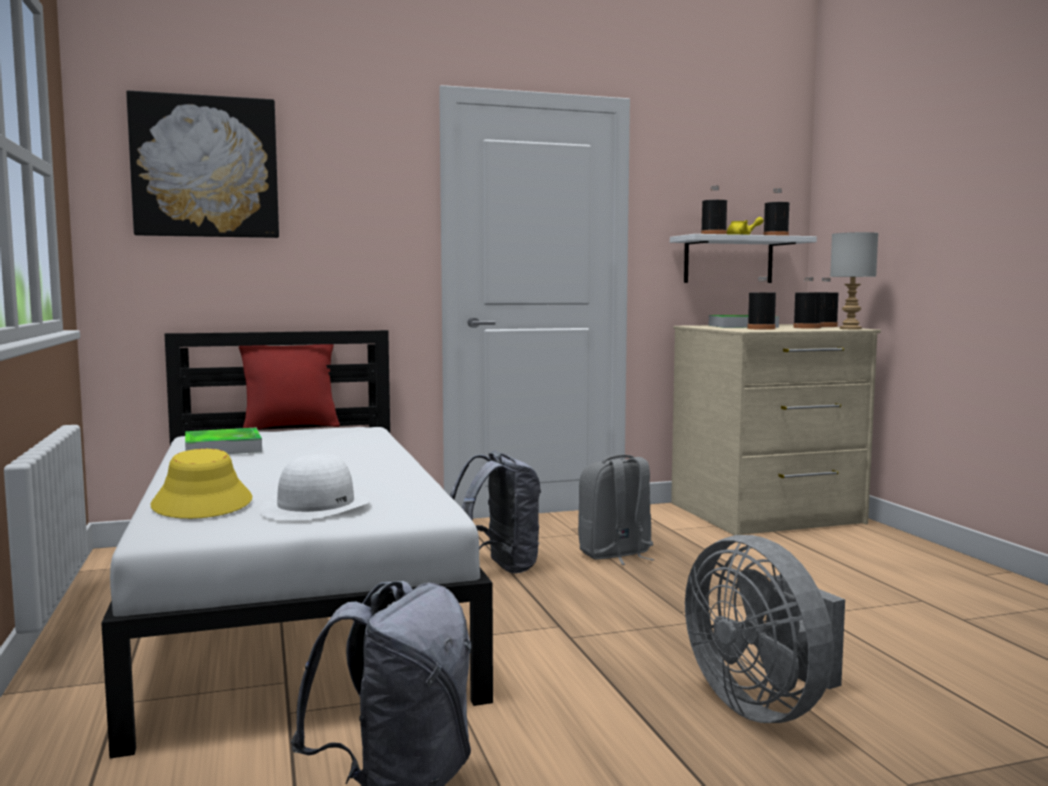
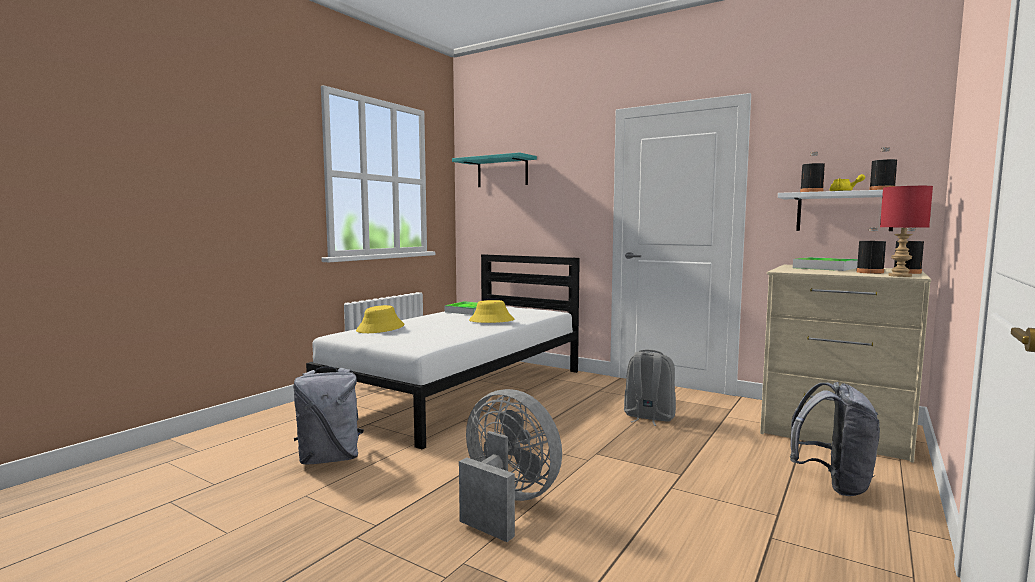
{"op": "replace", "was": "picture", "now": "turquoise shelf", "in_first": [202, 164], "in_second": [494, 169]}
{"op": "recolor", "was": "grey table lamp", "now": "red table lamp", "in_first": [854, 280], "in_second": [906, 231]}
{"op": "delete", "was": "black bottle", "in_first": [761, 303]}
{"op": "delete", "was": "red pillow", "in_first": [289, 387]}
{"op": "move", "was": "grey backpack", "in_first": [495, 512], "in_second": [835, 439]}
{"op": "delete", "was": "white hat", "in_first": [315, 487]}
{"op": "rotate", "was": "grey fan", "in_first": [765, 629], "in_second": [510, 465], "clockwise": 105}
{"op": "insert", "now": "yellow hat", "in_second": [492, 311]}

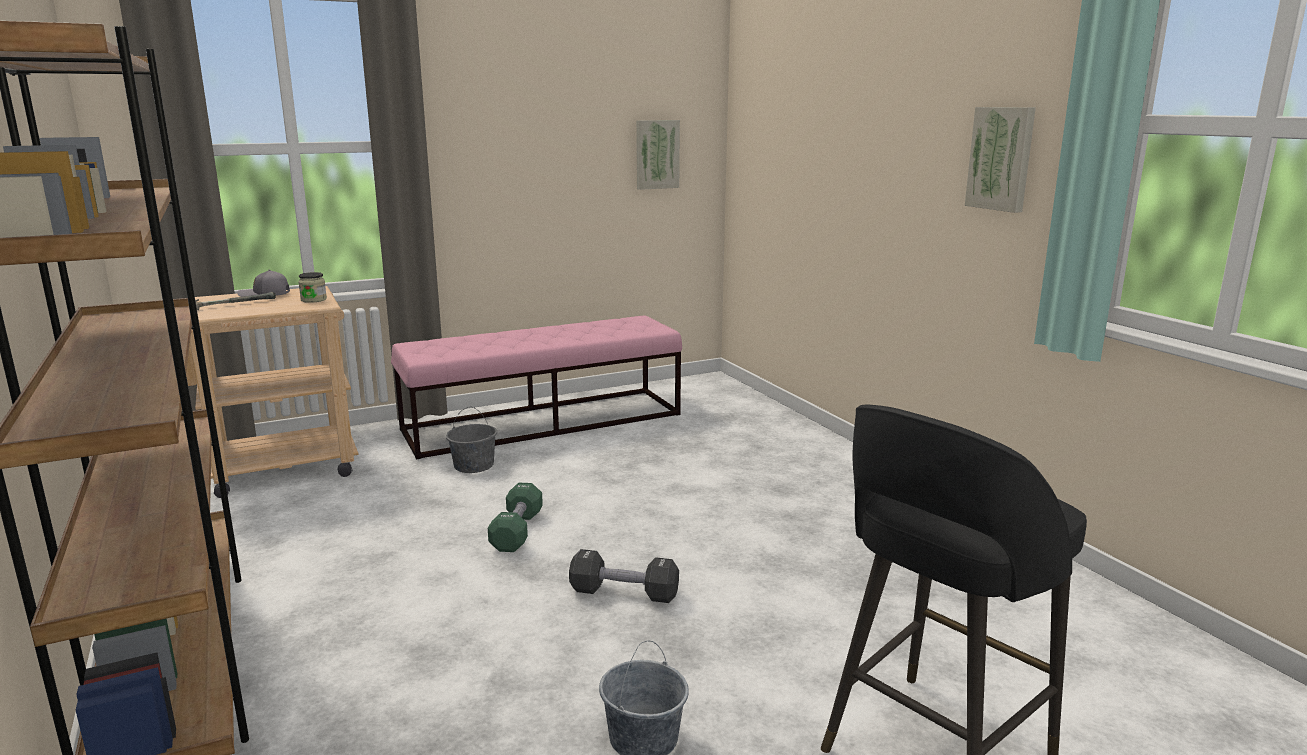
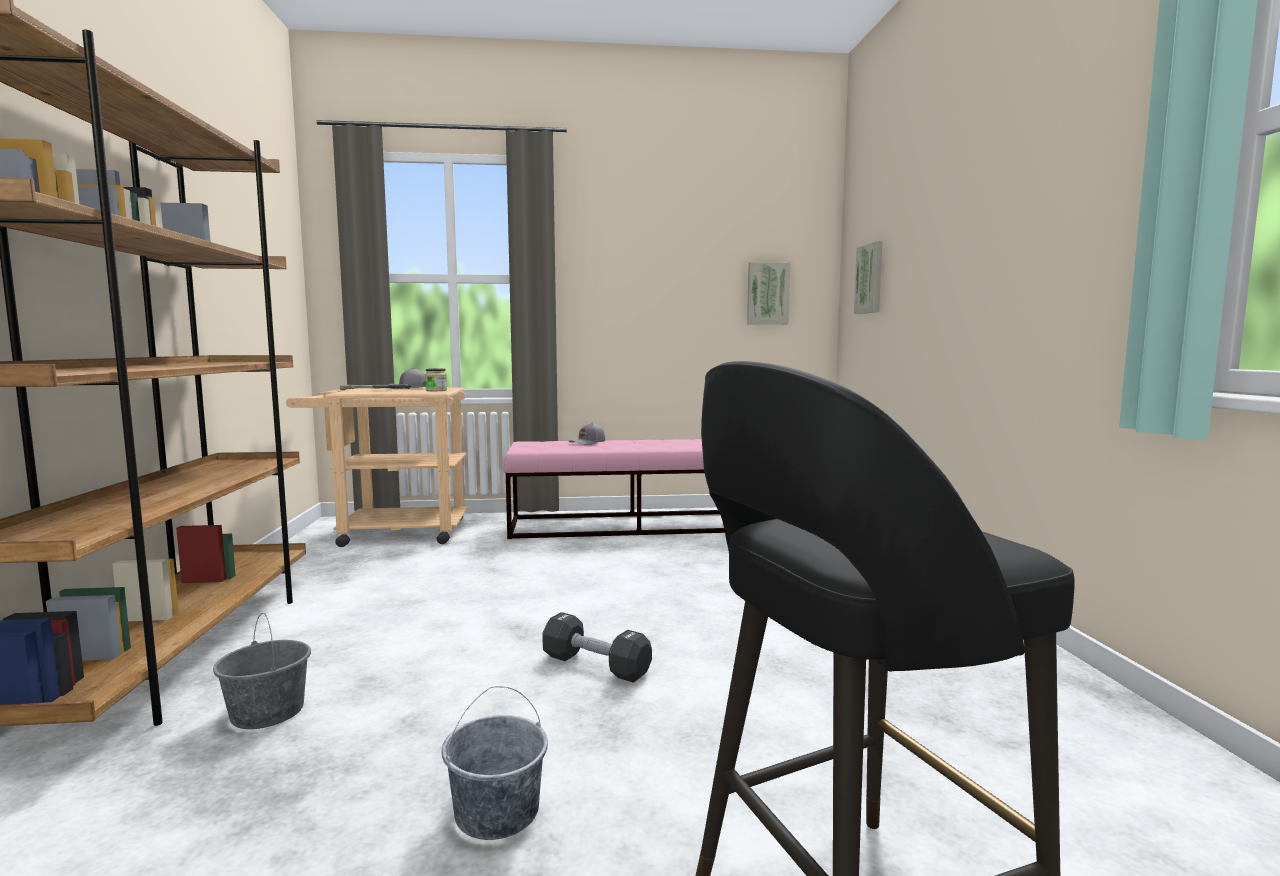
{"op": "move", "was": "picture", "in_first": [1000, 160], "in_second": [868, 277]}
{"op": "move", "was": "grey bucket", "in_first": [471, 440], "in_second": [262, 671]}
{"op": "delete", "was": "green dumbbell", "in_first": [515, 517]}
{"op": "insert", "now": "grey cap", "in_second": [587, 433]}

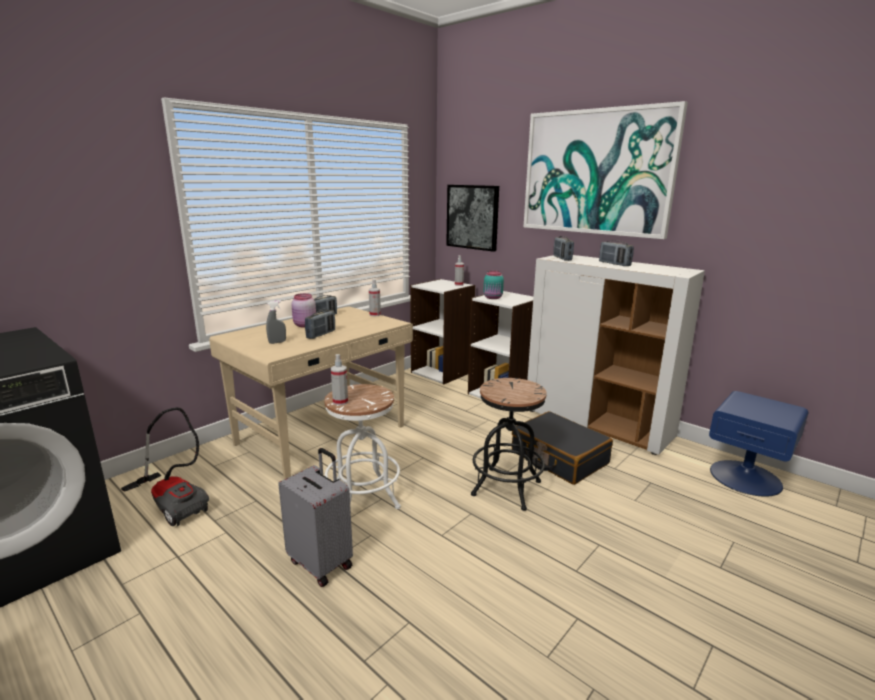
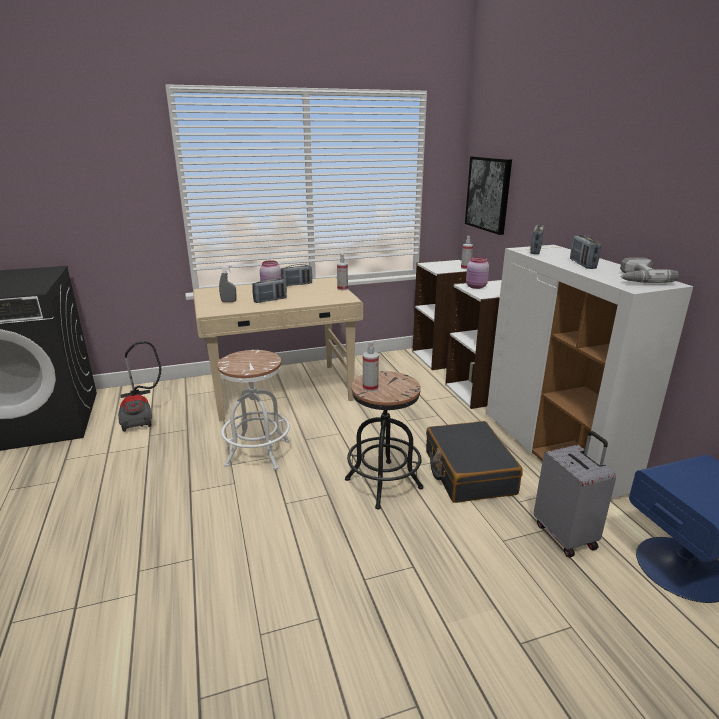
{"op": "delete", "was": "picture", "in_first": [606, 170]}
{"op": "recolor", "was": "turquoise jar", "now": "pink jar", "in_first": [493, 285], "in_second": [477, 273]}
{"op": "move", "was": "spray bottle", "in_first": [339, 380], "in_second": [371, 366]}
{"op": "move", "was": "grey suitcase", "in_first": [315, 517], "in_second": [575, 494]}
{"op": "insert", "now": "power drill", "in_second": [649, 270]}

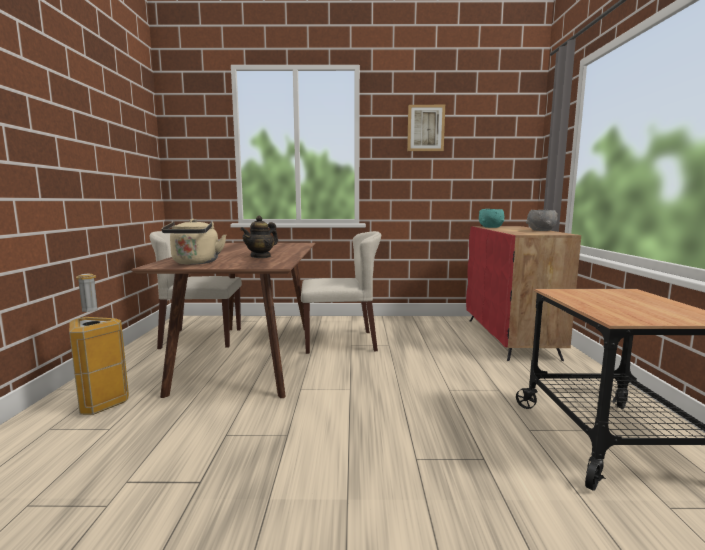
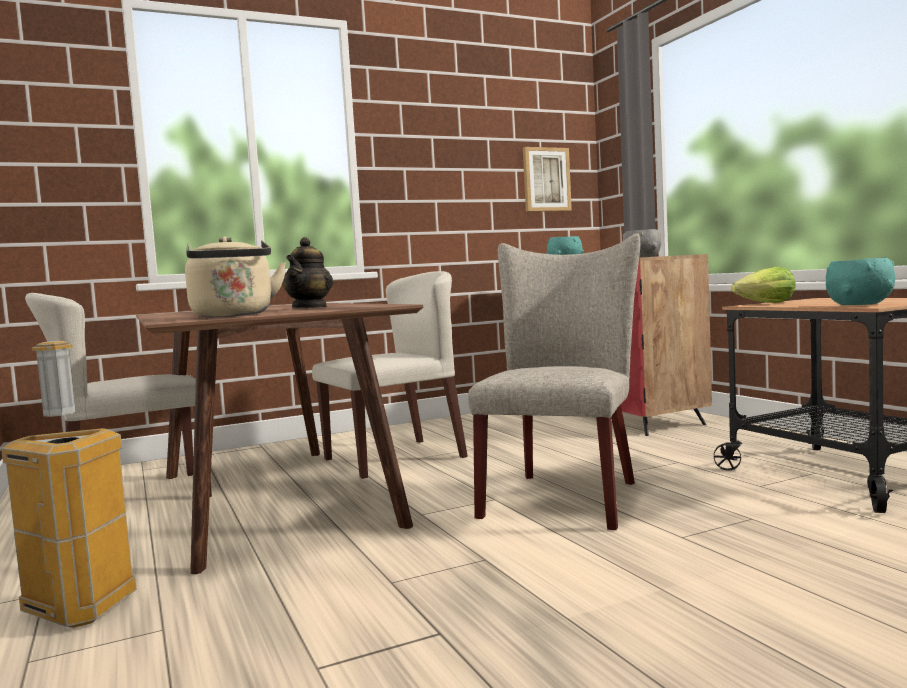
{"op": "move", "was": "picture", "in_first": [426, 128], "in_second": [547, 179]}
{"op": "insert", "now": "beige chair", "in_second": [554, 381]}
{"op": "insert", "now": "turquoise bowl", "in_second": [860, 281]}
{"op": "insert", "now": "lettuce", "in_second": [763, 285]}

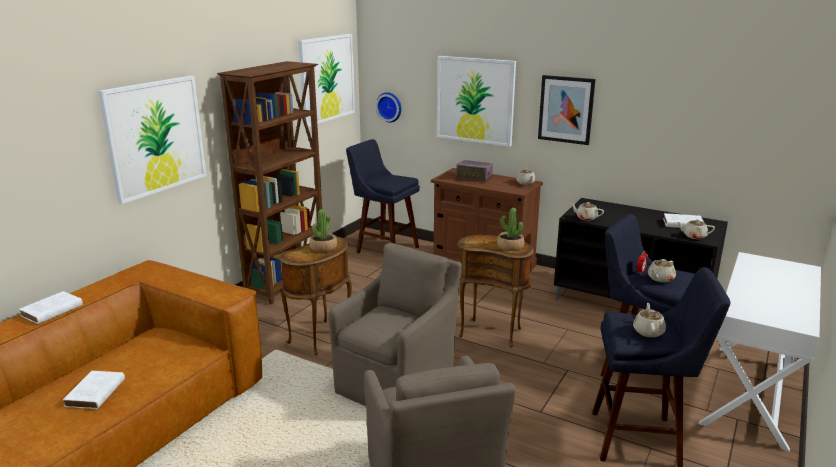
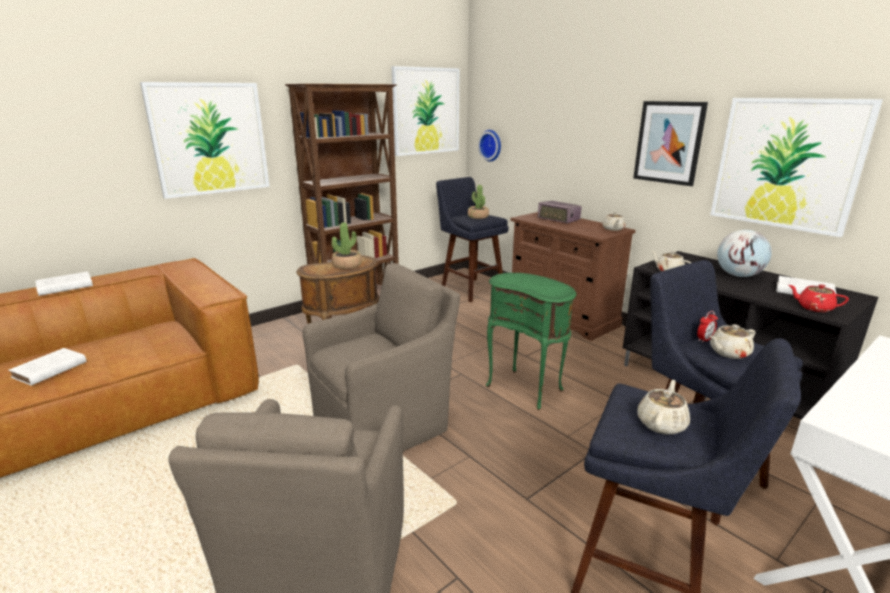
{"op": "move", "was": "picture", "in_first": [476, 101], "in_second": [796, 167]}
{"op": "move", "was": "potted plant", "in_first": [510, 229], "in_second": [478, 202]}
{"op": "recolor", "was": "beige teapot", "now": "red teapot", "in_first": [696, 229], "in_second": [819, 298]}
{"op": "recolor", "was": "brown side table", "now": "green side table", "in_first": [495, 291], "in_second": [531, 341]}
{"op": "insert", "now": "globe", "in_second": [744, 253]}

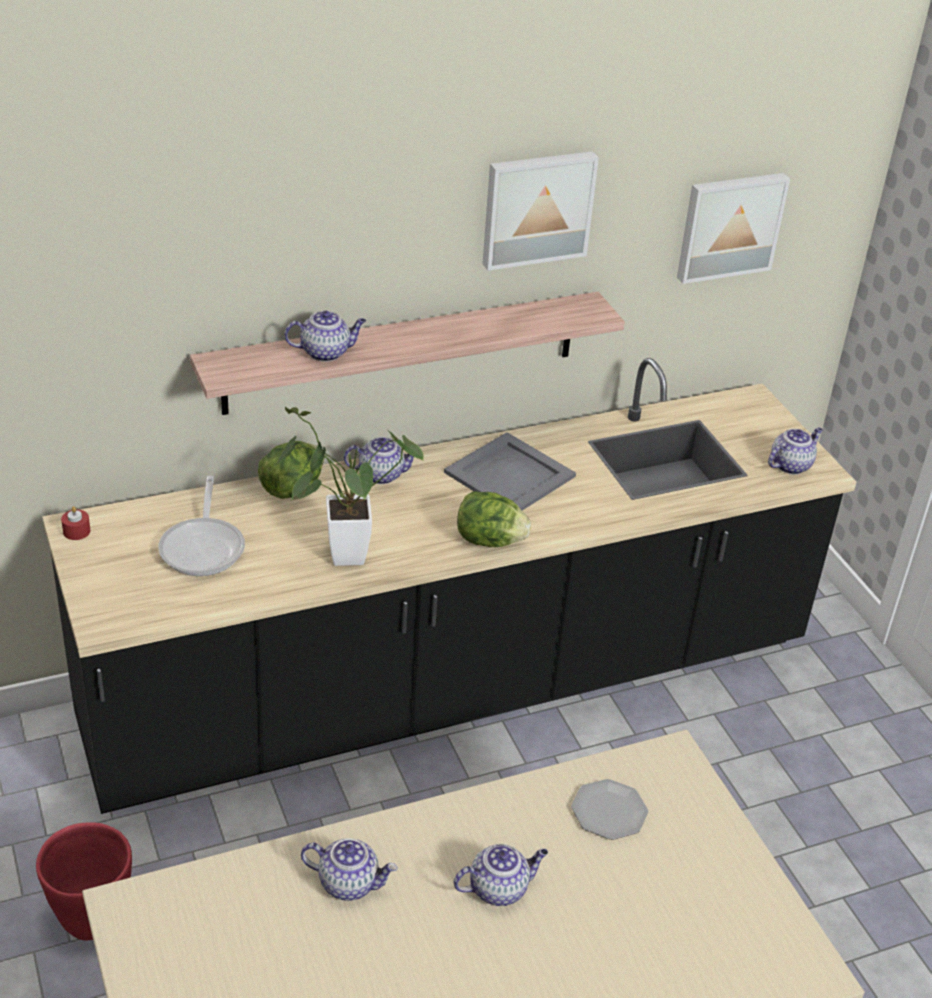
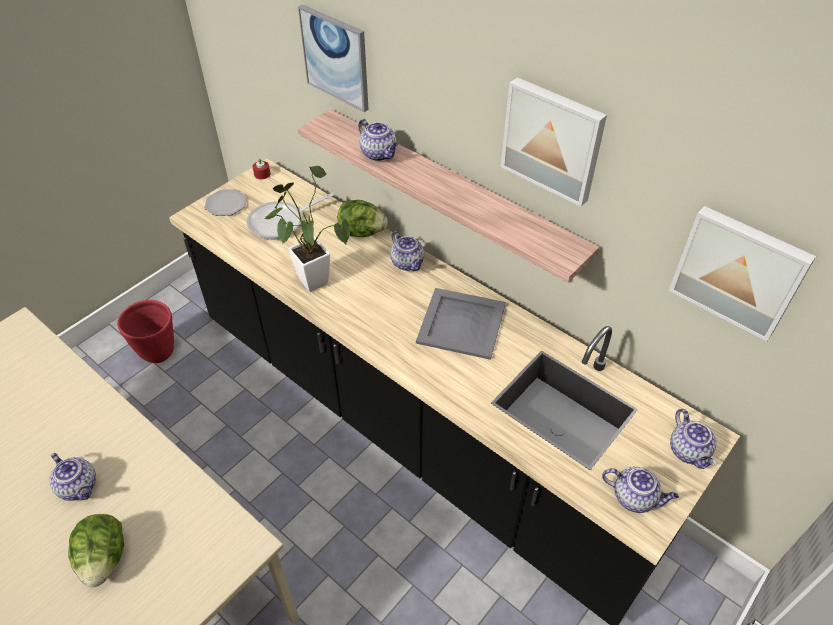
{"op": "move", "was": "lettuce", "in_first": [494, 519], "in_second": [96, 550]}
{"op": "move", "was": "plate", "in_first": [609, 809], "in_second": [226, 202]}
{"op": "move", "was": "teapot", "in_first": [349, 869], "in_second": [693, 439]}
{"op": "insert", "now": "picture", "in_second": [333, 58]}

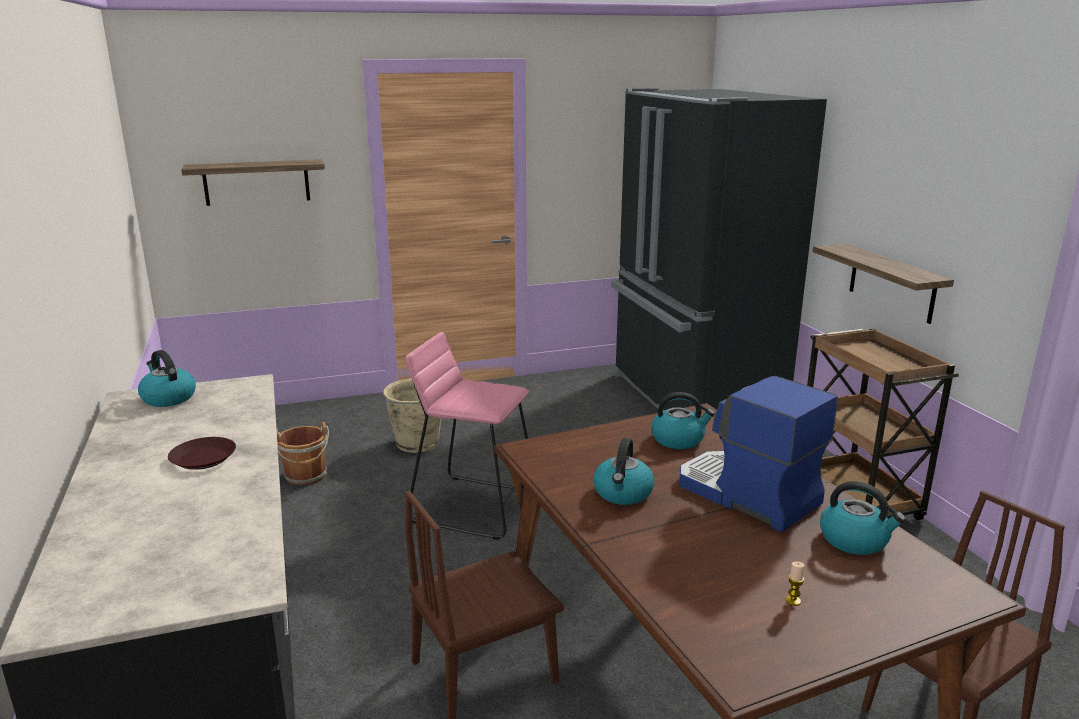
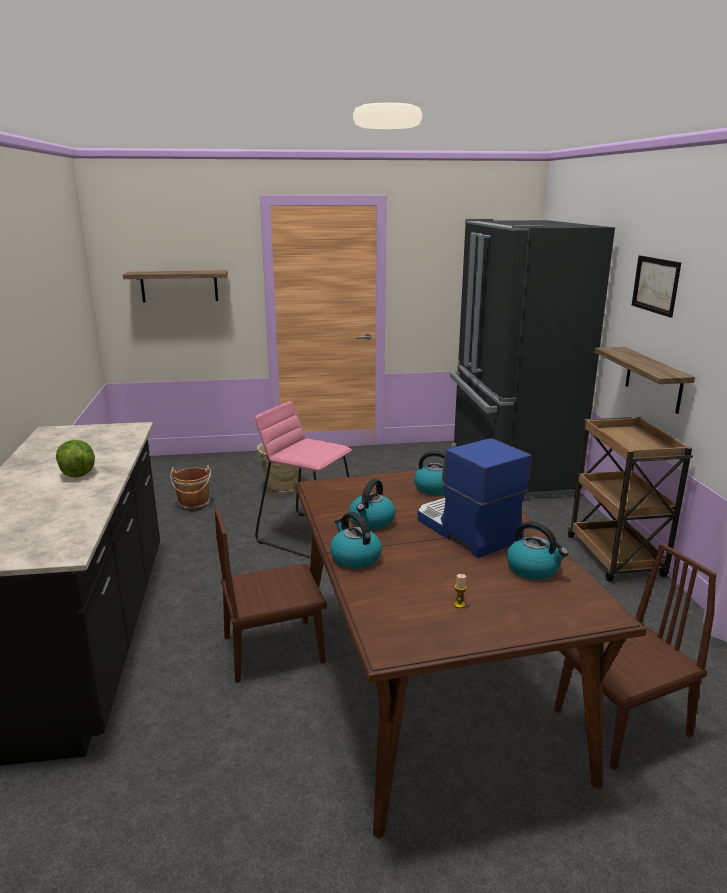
{"op": "move", "was": "kettle", "in_first": [167, 378], "in_second": [356, 540]}
{"op": "replace", "was": "brown plate", "now": "lettuce", "in_first": [202, 453], "in_second": [75, 459]}
{"op": "insert", "now": "picture", "in_second": [656, 286]}

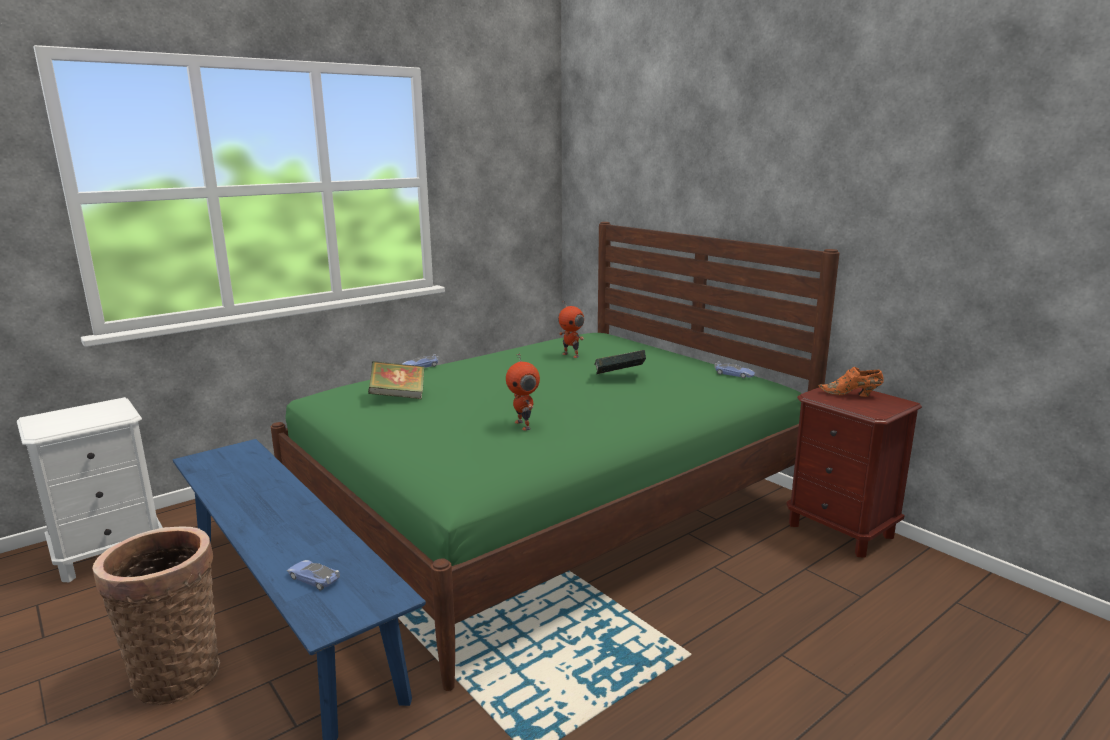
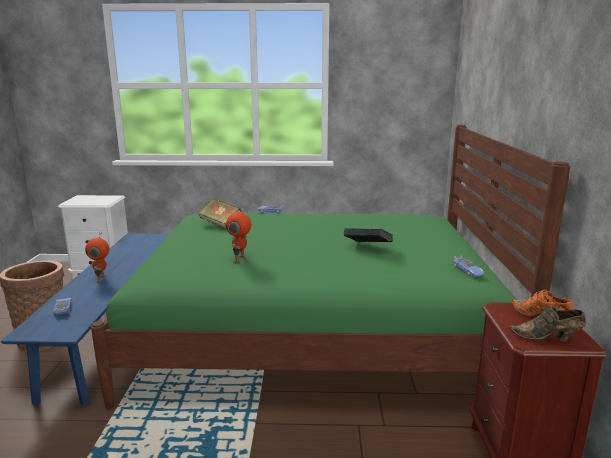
{"op": "move", "was": "toy robot", "in_first": [571, 329], "in_second": [97, 257]}
{"op": "insert", "now": "brown shoe", "in_second": [547, 324]}

